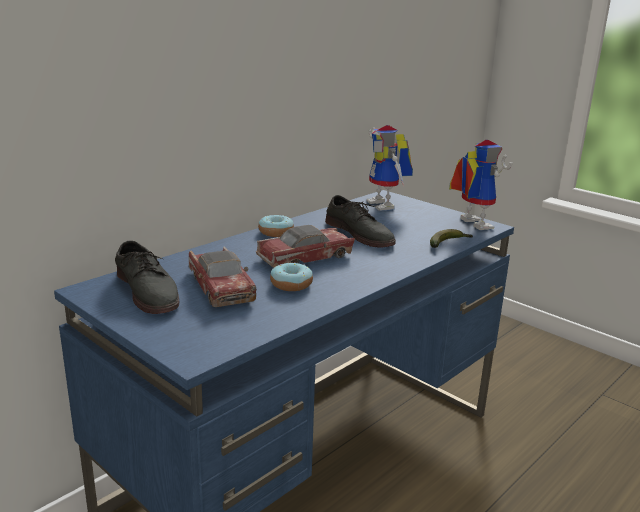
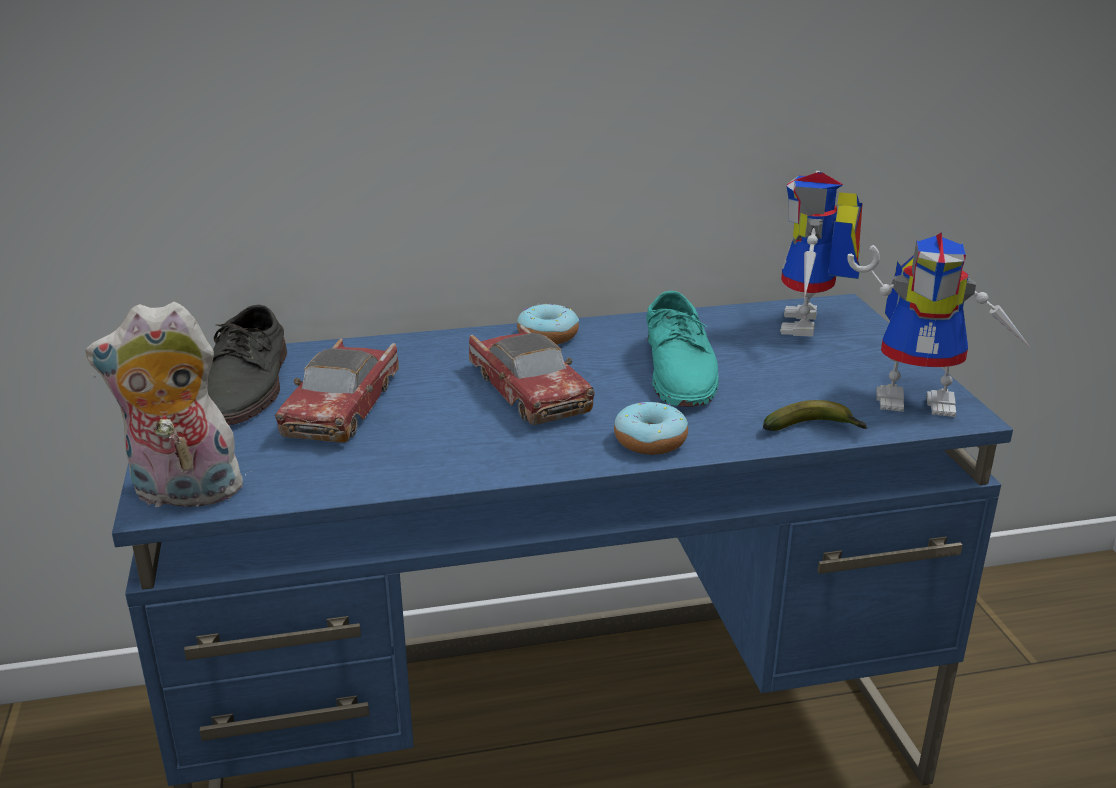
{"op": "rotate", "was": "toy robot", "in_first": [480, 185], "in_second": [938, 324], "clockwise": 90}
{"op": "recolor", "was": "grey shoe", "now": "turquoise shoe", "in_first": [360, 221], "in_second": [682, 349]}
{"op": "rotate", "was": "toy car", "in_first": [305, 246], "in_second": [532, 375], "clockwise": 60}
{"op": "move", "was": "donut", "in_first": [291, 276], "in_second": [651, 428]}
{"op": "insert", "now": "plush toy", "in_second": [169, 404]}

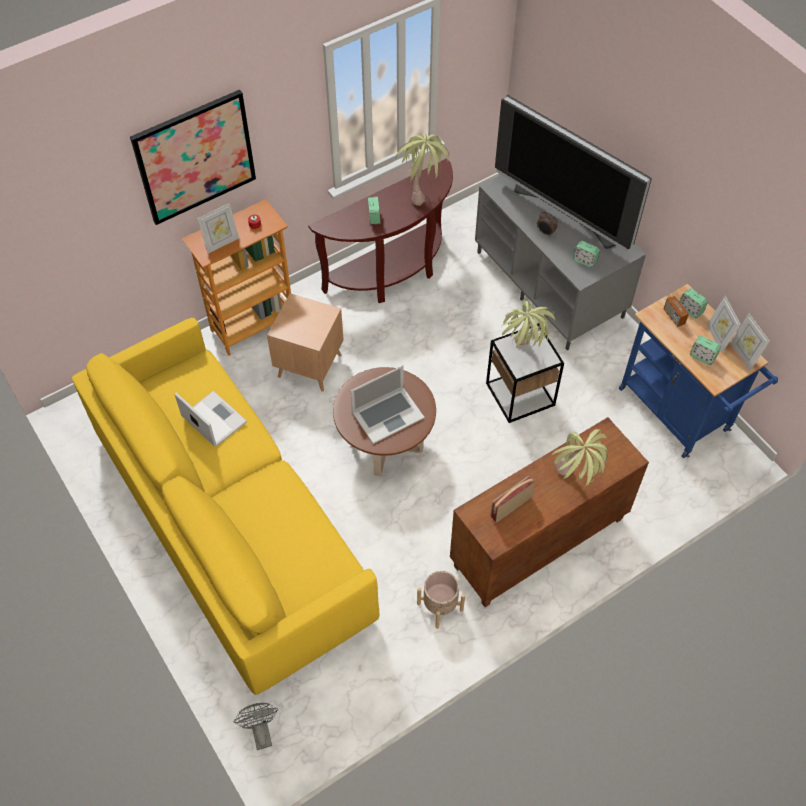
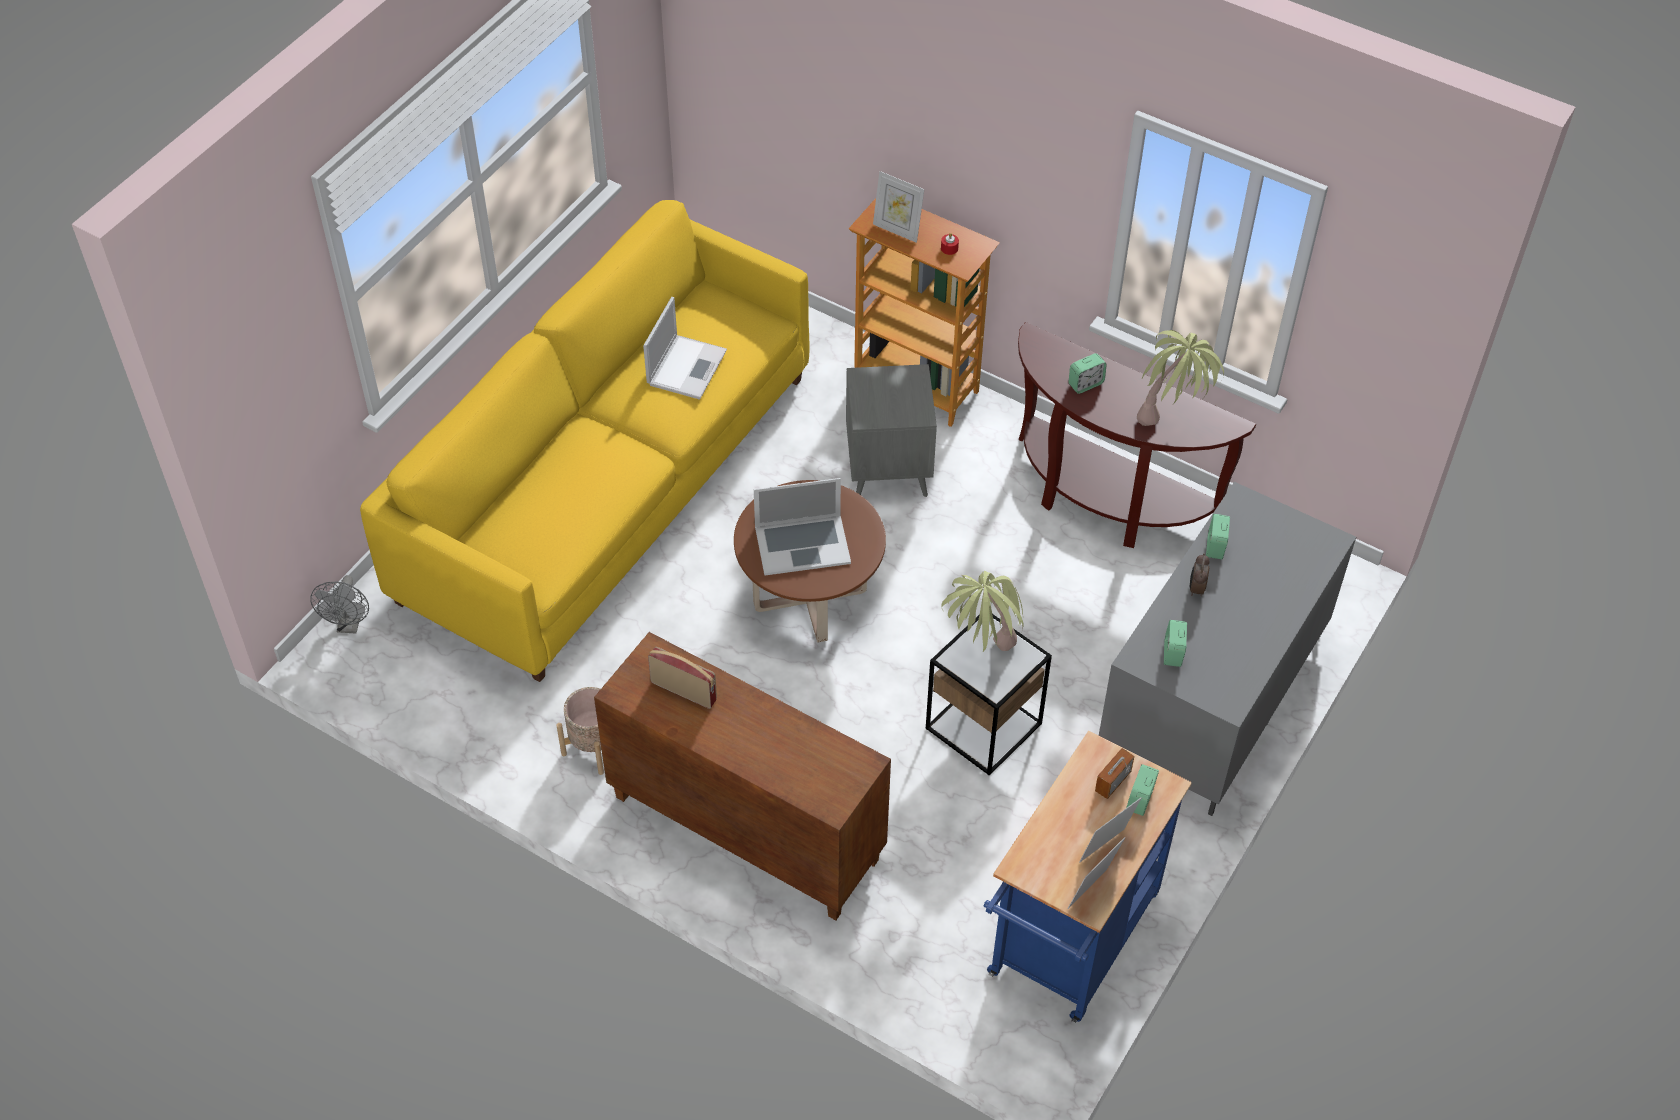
{"op": "delete", "was": "picture", "in_first": [193, 157]}
{"op": "delete", "was": "television", "in_first": [573, 173]}
{"op": "recolor", "was": "brown side table", "now": "grey side table", "in_first": [305, 342], "in_second": [891, 430]}
{"op": "move", "was": "alarm clock", "in_first": [705, 350], "in_second": [1218, 536]}
{"op": "rotate", "was": "laptop", "in_first": [388, 404], "in_second": [802, 527], "clockwise": -45}
{"op": "delete", "was": "potted plant", "in_first": [580, 457]}
{"op": "rotate", "was": "grey fan", "in_first": [255, 726], "in_second": [339, 604], "clockwise": 135}

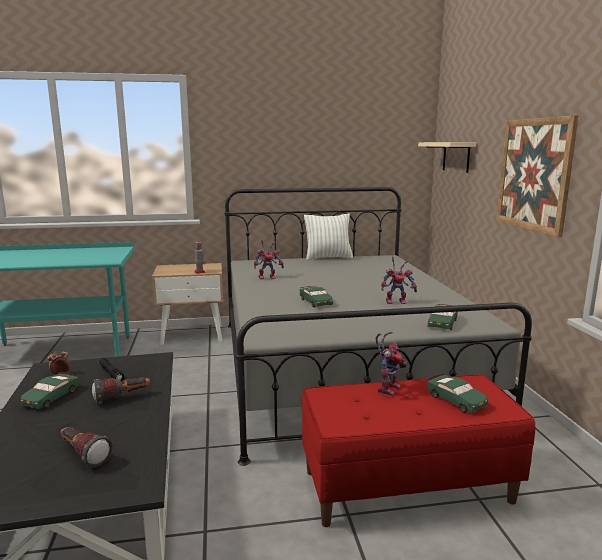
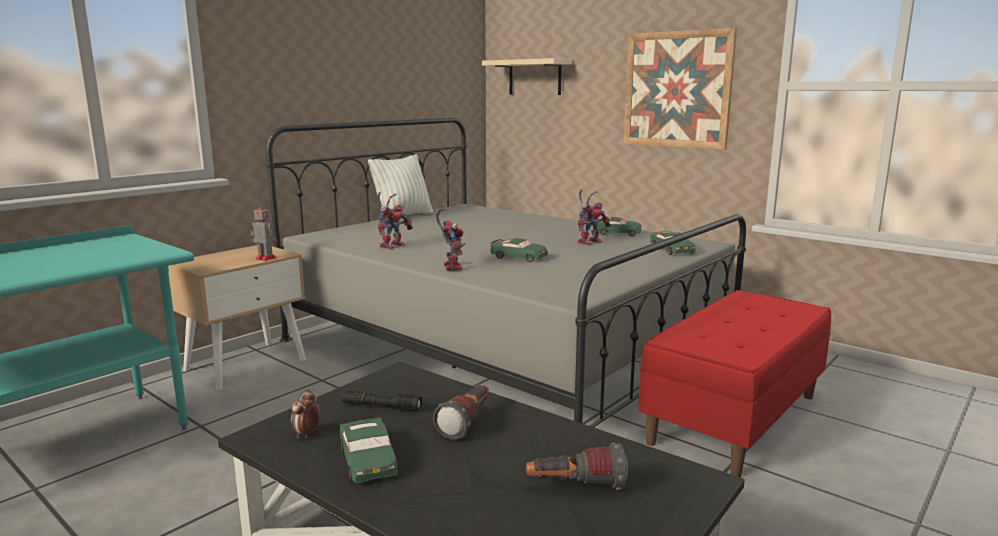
{"op": "move", "was": "toy robot", "in_first": [391, 363], "in_second": [451, 239]}
{"op": "move", "was": "green toy car", "in_first": [457, 393], "in_second": [619, 226]}

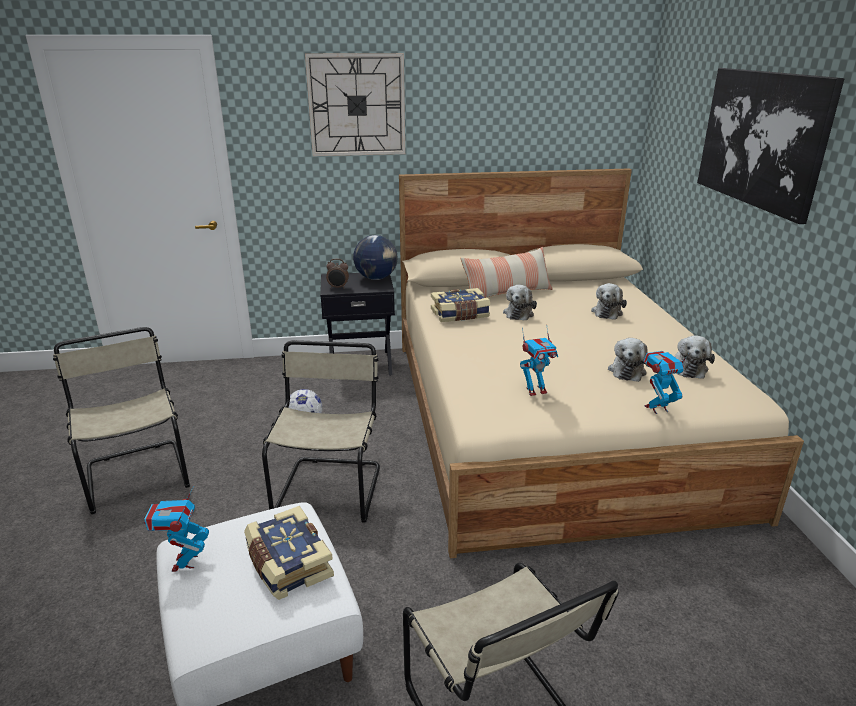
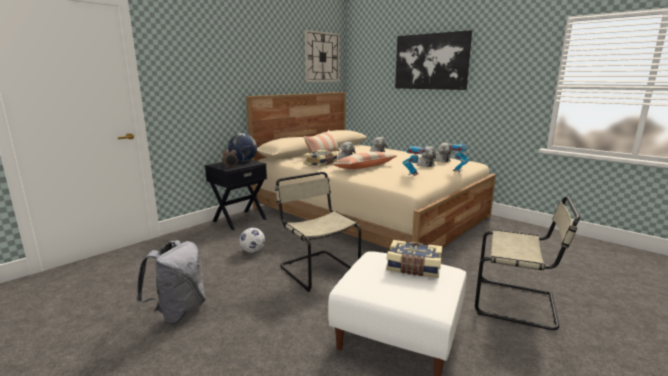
{"op": "move", "was": "wall clock", "in_first": [355, 104], "in_second": [322, 56]}
{"op": "replace", "was": "beige chair", "now": "grey backpack", "in_first": [121, 420], "in_second": [171, 282]}
{"op": "delete", "was": "toy robot", "in_first": [176, 529]}
{"op": "insert", "now": "pillow", "in_second": [364, 160]}

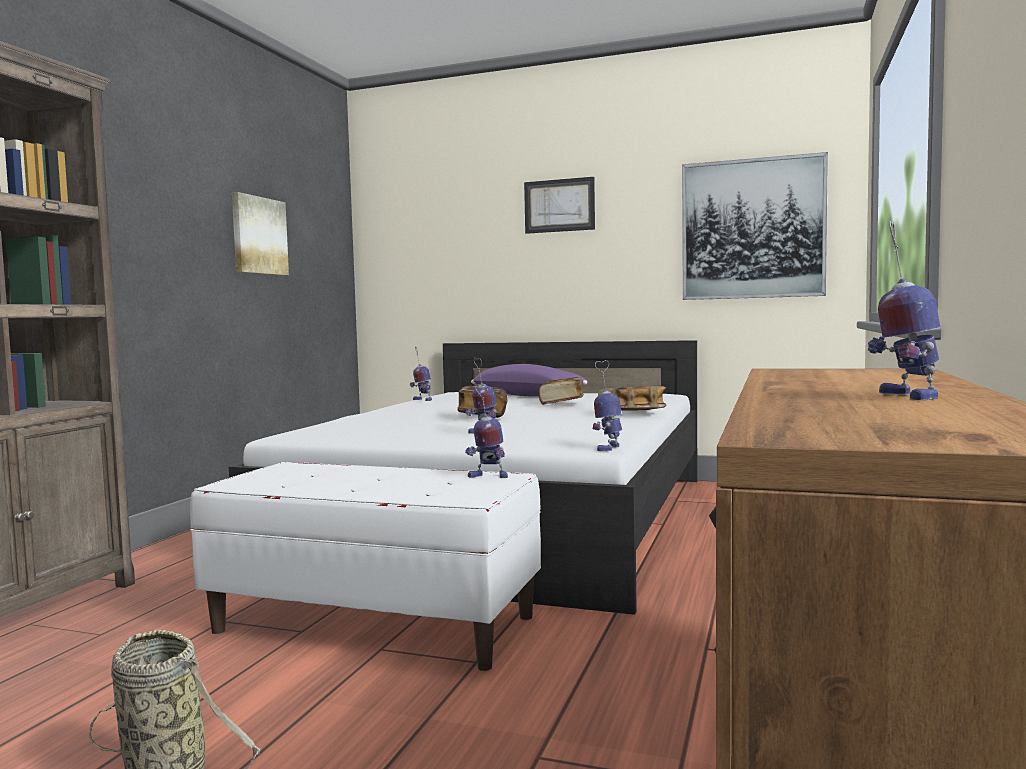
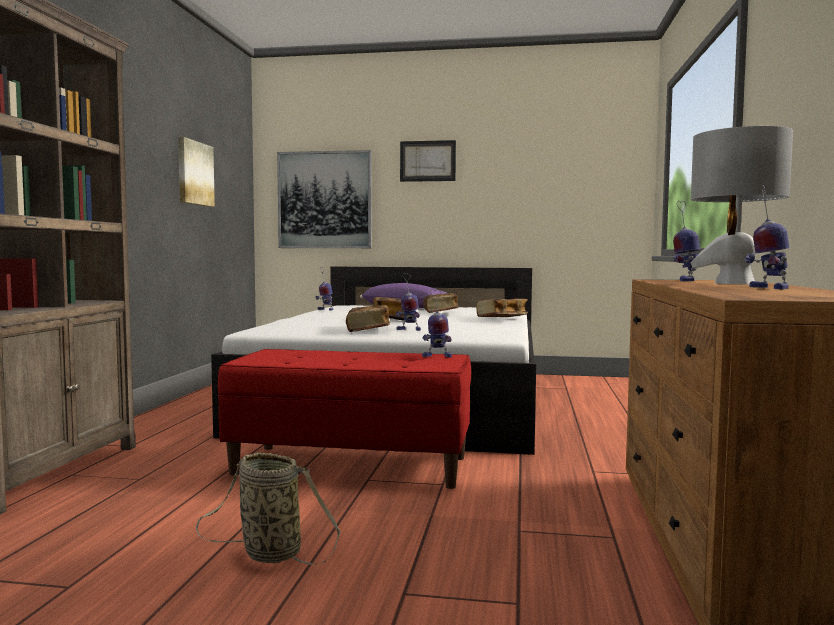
{"op": "move", "was": "picture", "in_first": [755, 226], "in_second": [324, 199]}
{"op": "move", "was": "toy robot", "in_first": [607, 405], "in_second": [686, 241]}
{"op": "recolor", "was": "white bench", "now": "red bench", "in_first": [365, 566], "in_second": [344, 419]}
{"op": "insert", "now": "grey table lamp", "in_second": [742, 205]}
{"op": "insert", "now": "book", "in_second": [368, 318]}

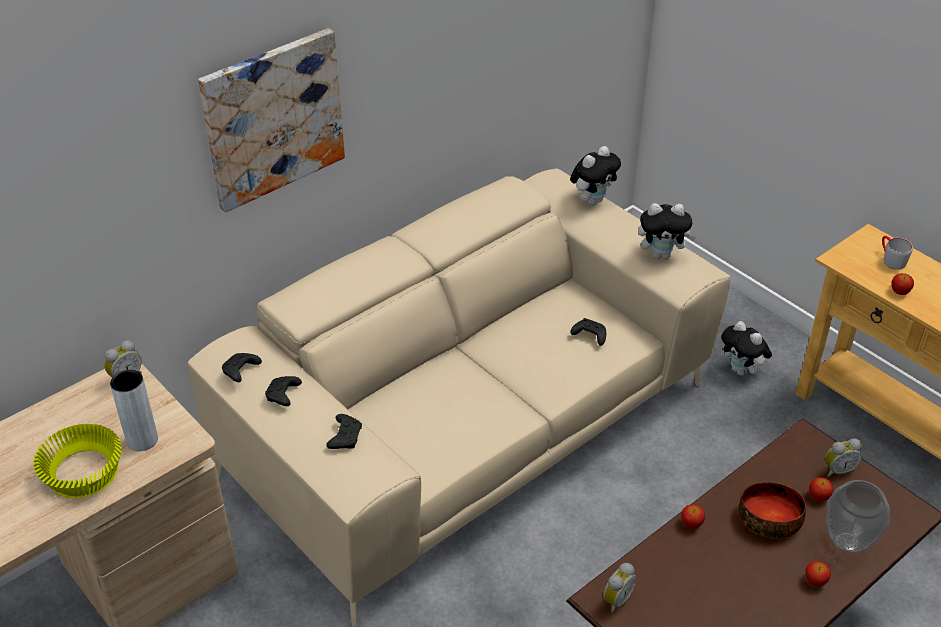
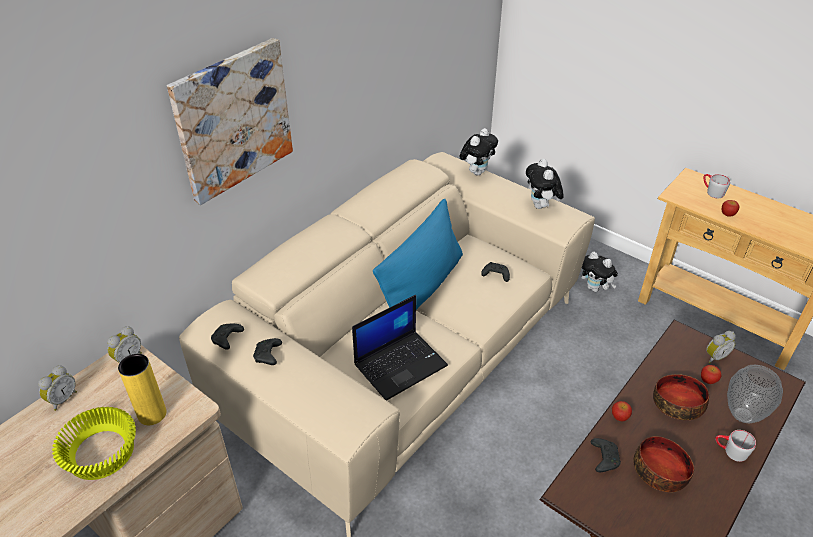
{"op": "rotate", "was": "plush toy", "in_first": [667, 231], "in_second": [544, 184], "clockwise": 90}
{"op": "recolor", "was": "grey vase", "now": "yellow vase", "in_first": [134, 410], "in_second": [142, 389]}
{"op": "move", "was": "black game controller", "in_first": [344, 431], "in_second": [606, 455]}
{"op": "replace", "was": "apple", "now": "grey mug", "in_first": [818, 574], "in_second": [735, 446]}
{"op": "move", "was": "alarm clock", "in_first": [620, 588], "in_second": [57, 388]}
{"op": "insert", "now": "blue pillow", "in_second": [418, 254]}
{"op": "insert", "now": "laptop", "in_second": [400, 348]}
{"op": "insert", "now": "bowl", "in_second": [663, 464]}

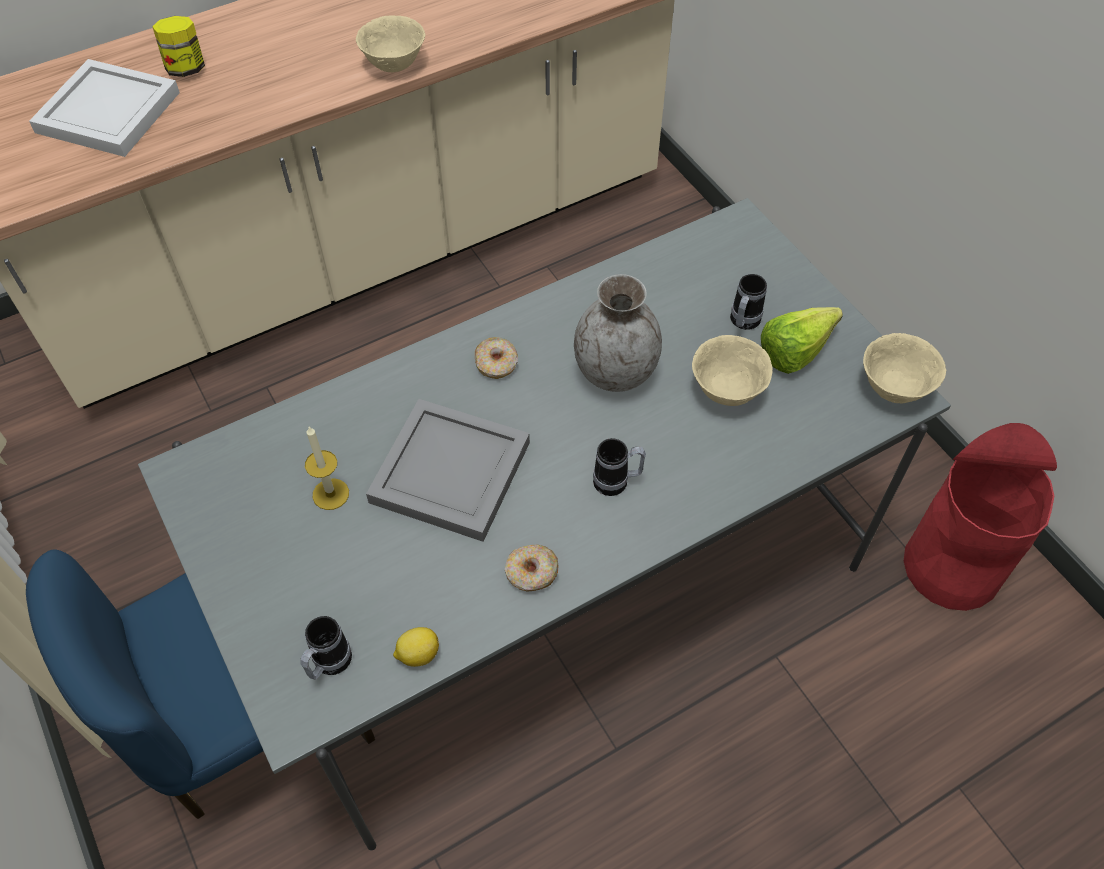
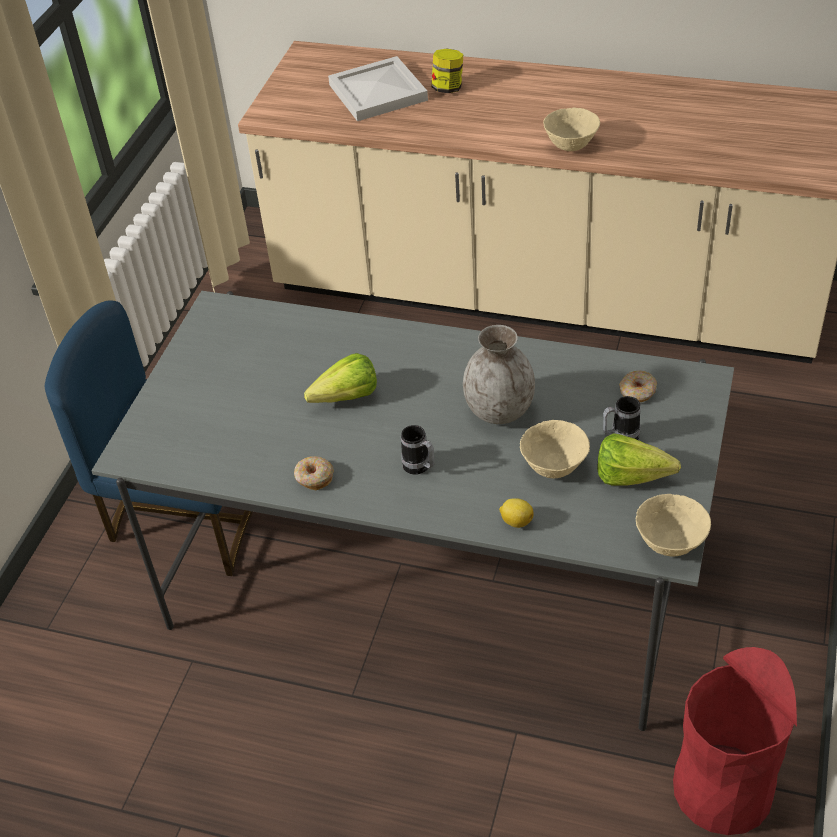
{"op": "move", "was": "donut", "in_first": [496, 358], "in_second": [638, 386]}
{"op": "replace", "was": "grey tray", "now": "lettuce", "in_first": [448, 470], "in_second": [340, 378]}
{"op": "delete", "was": "candle", "in_first": [327, 468]}
{"op": "delete", "was": "mug", "in_first": [326, 648]}
{"op": "move", "was": "lemon", "in_first": [416, 647], "in_second": [516, 513]}

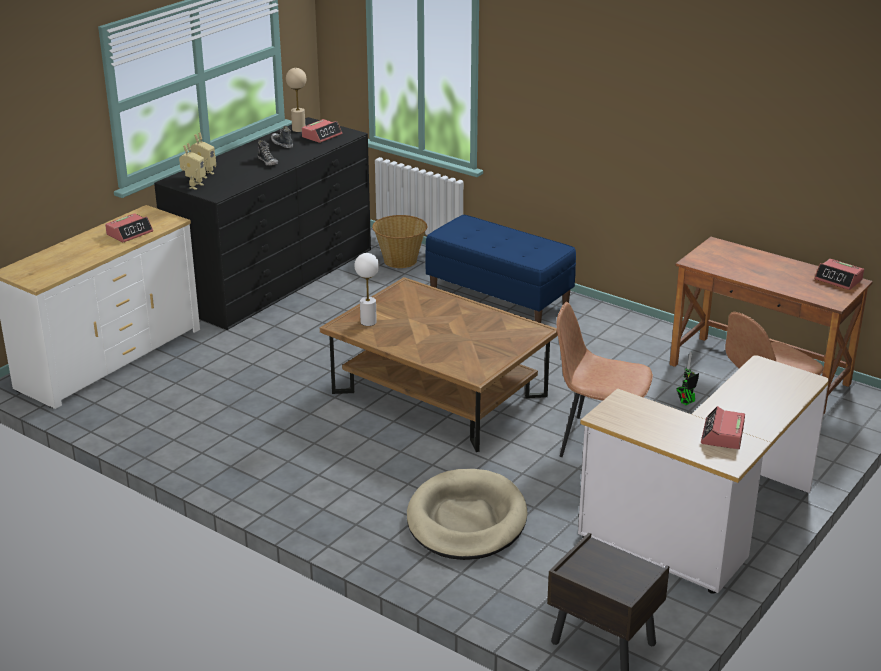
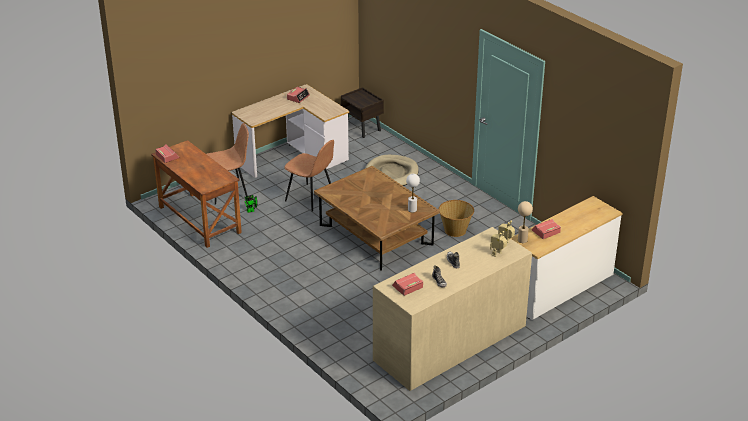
{"op": "move", "was": "beige table lamp", "in_first": [296, 100], "in_second": [525, 222]}
{"op": "recolor", "was": "black dresser", "now": "beige dresser", "in_first": [262, 223], "in_second": [452, 309]}
{"op": "move", "was": "basket", "in_first": [399, 241], "in_second": [456, 218]}
{"op": "delete", "was": "blue bench", "in_first": [500, 269]}

